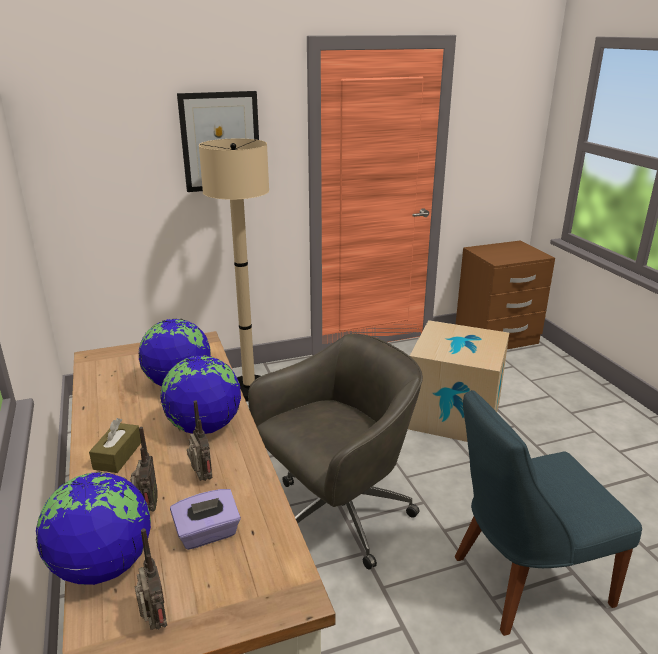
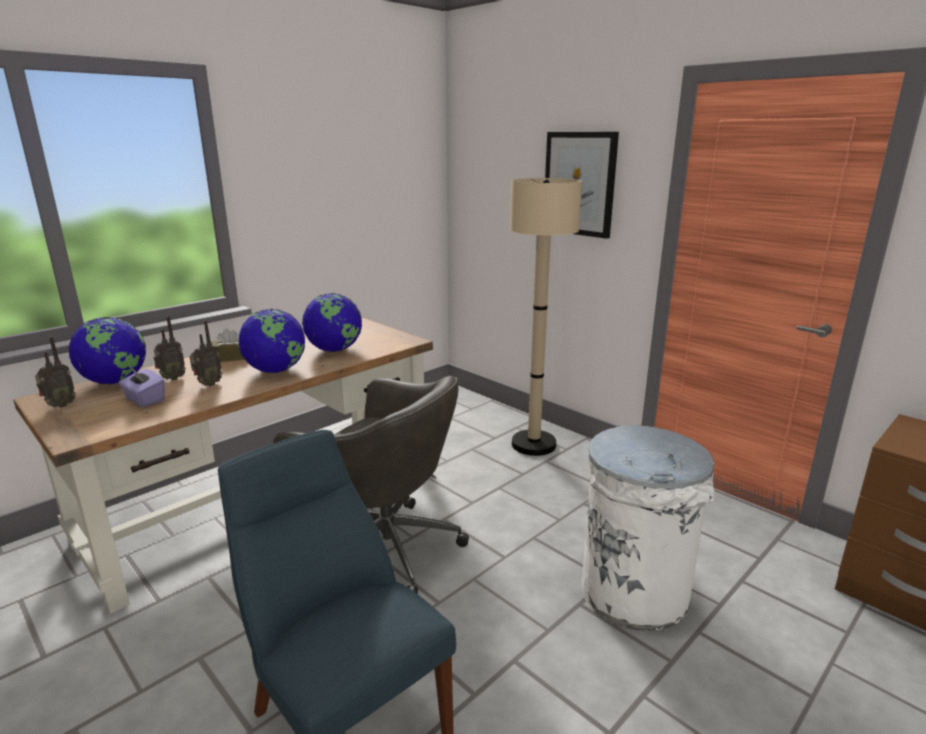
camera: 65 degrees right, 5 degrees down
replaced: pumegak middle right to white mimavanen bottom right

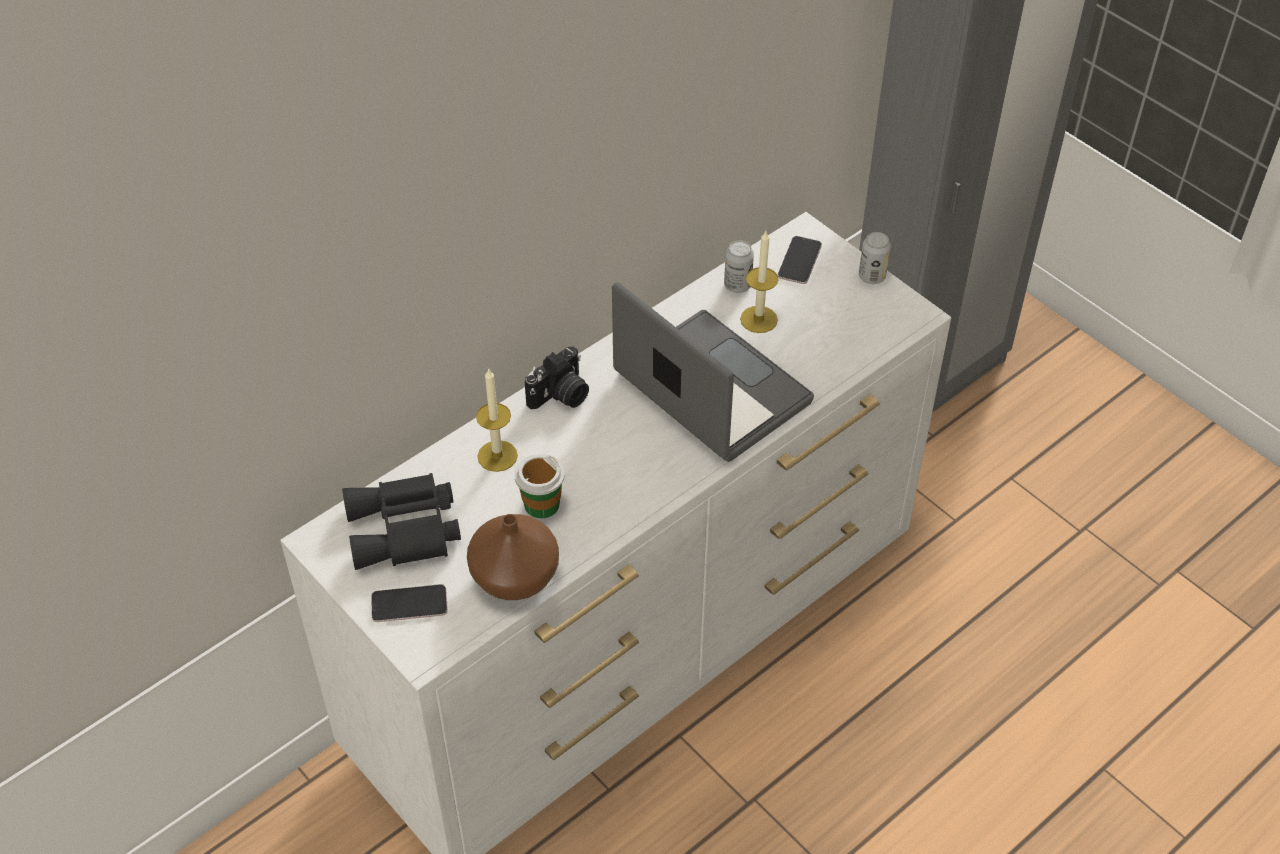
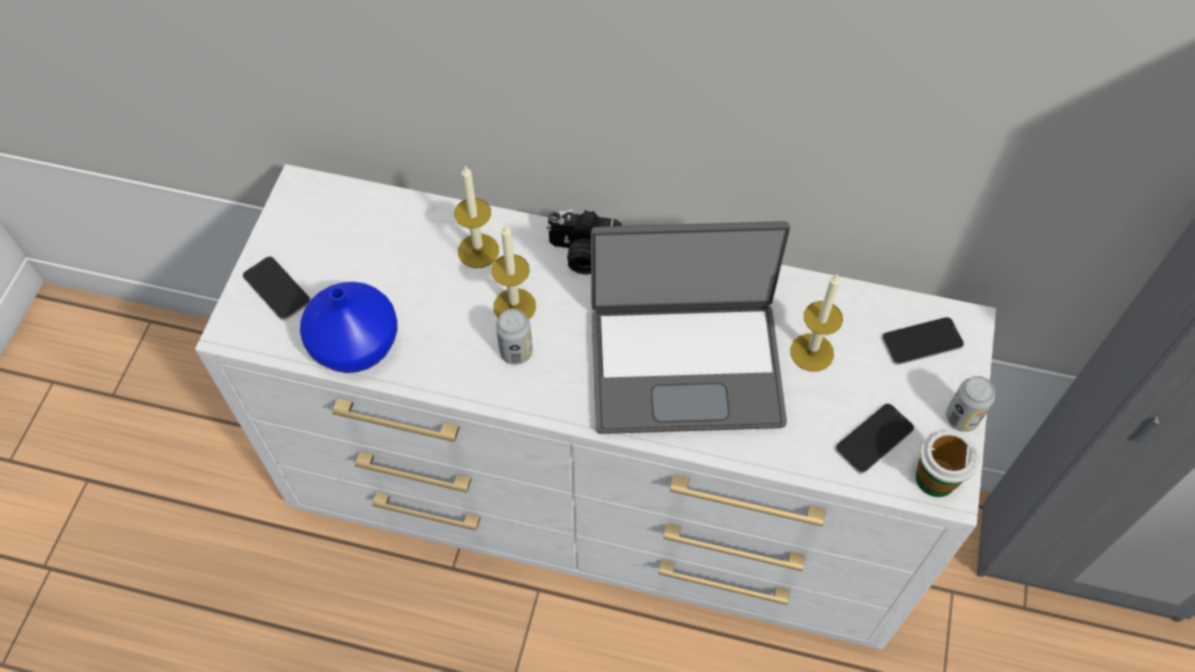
camera: 55 degrees right, 10 degrees up
removed: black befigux middle left
added: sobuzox (2nd from left) centre; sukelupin (2nd from left) middle right
moved: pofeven (1st from left) top centre to centre; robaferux centre to bottom right
recoloured: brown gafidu centre to blue gafidu middle left
turned: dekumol centre = centre 75 degrees clockwise

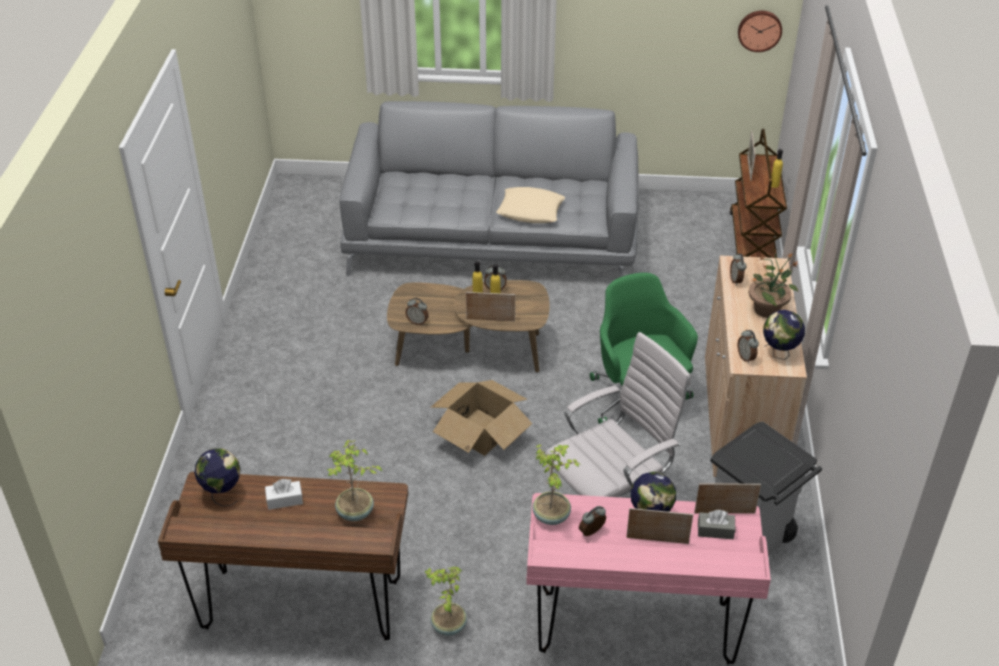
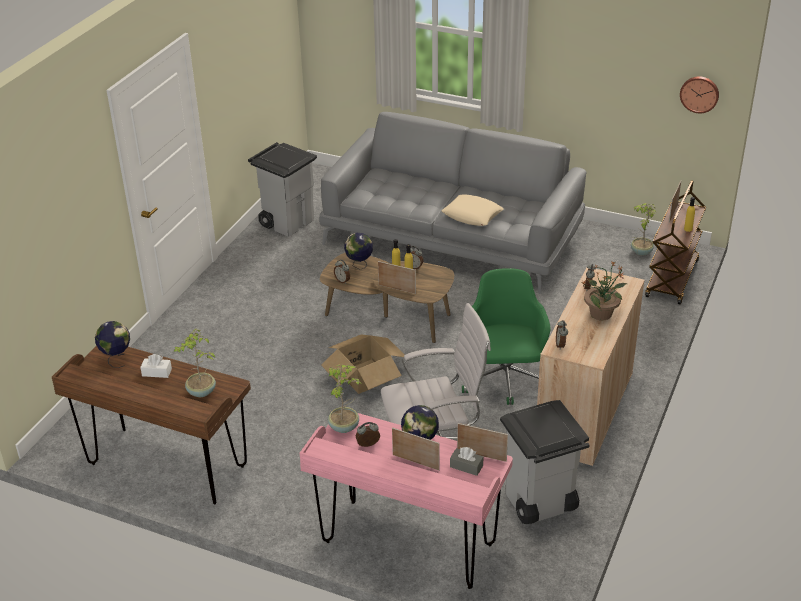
camera: 20 degrees right, 5 degrees down
added: grey mimavanen (1st from left) top centre
moved: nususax (3rd from left in the first image) middle right to nususax (2nd from left) centre; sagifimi (2nd from left in the first image) bottom centre to sagifimi (4th from left) middle right

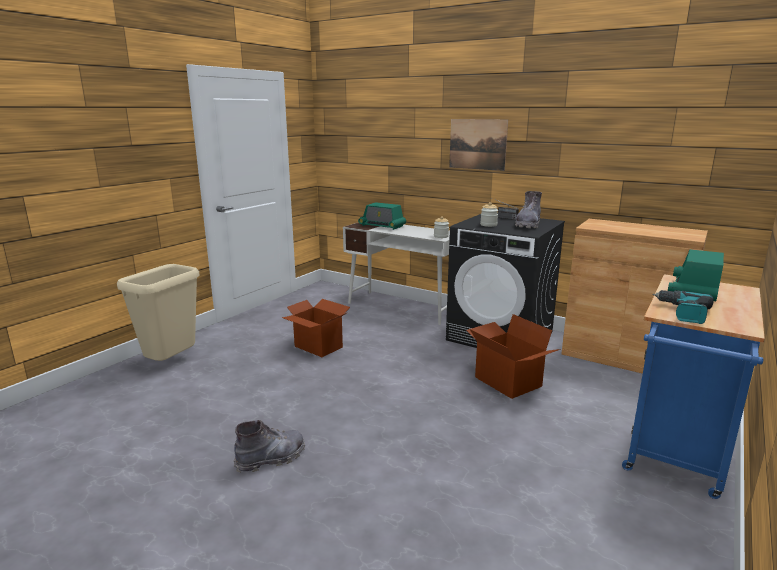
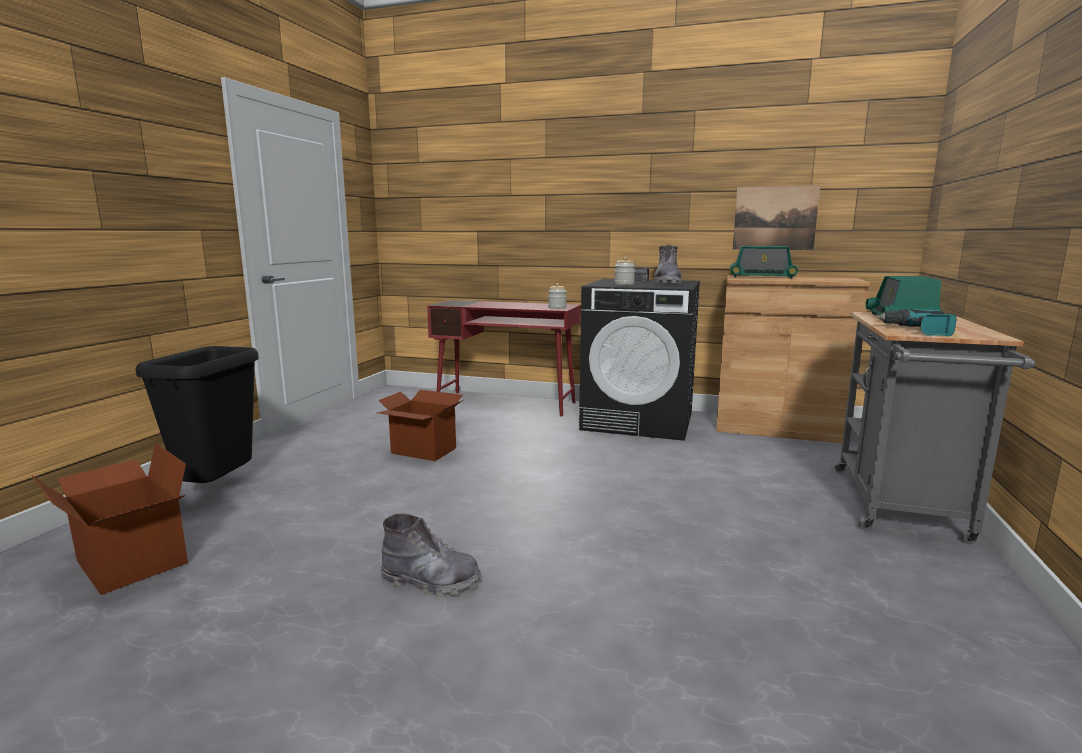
camera: 15 degrees left, 5 degrees down
moved: pumegak (2nd from left in the first image) centre to pumegak (1st from left) bottom left; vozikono (1st from left in the first image) centre to vozikono (2nd from left) middle right; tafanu top centre to top right
recoloured: beige mimavanen middle left to black mimavanen middle left; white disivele centre to red disivele centre; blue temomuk bottom right to grey temomuk middle right
turned: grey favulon (1st from left) bottom centre = bottom centre 60 degrees clockwise

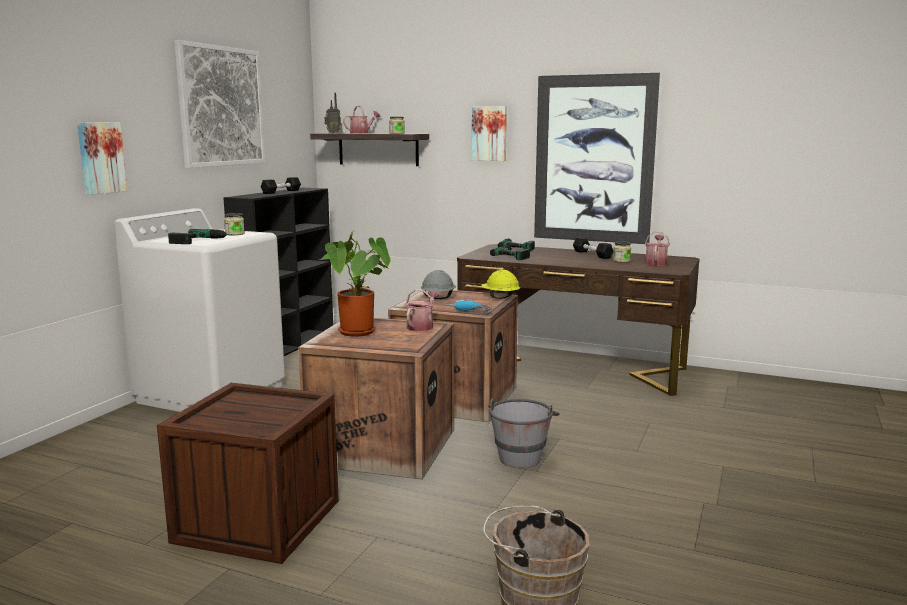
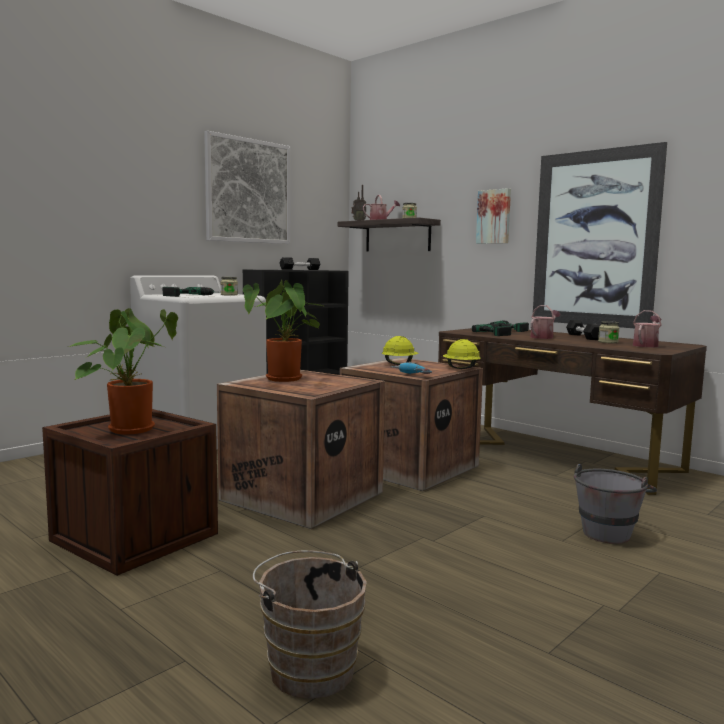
camera: 20 degrees right, 5 degrees down
removed: tafanu (1st from left) top left
added: sagifimi (1st from left) middle left
moved: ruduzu (2nd from left) centre to middle right; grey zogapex bottom centre to bottom right
recoloured: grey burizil centre to yellow burizil (1st from left) centre

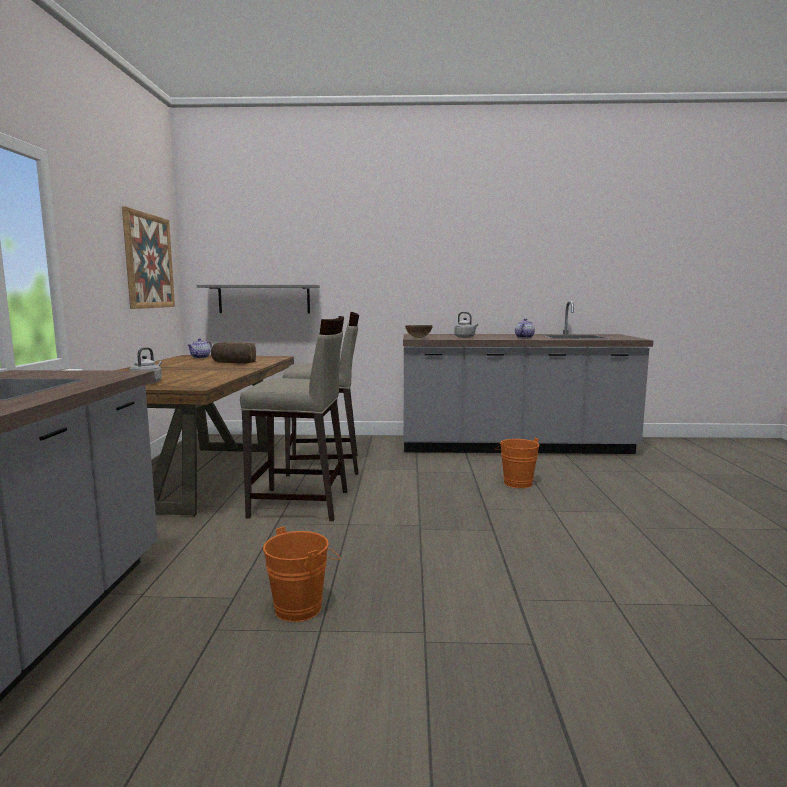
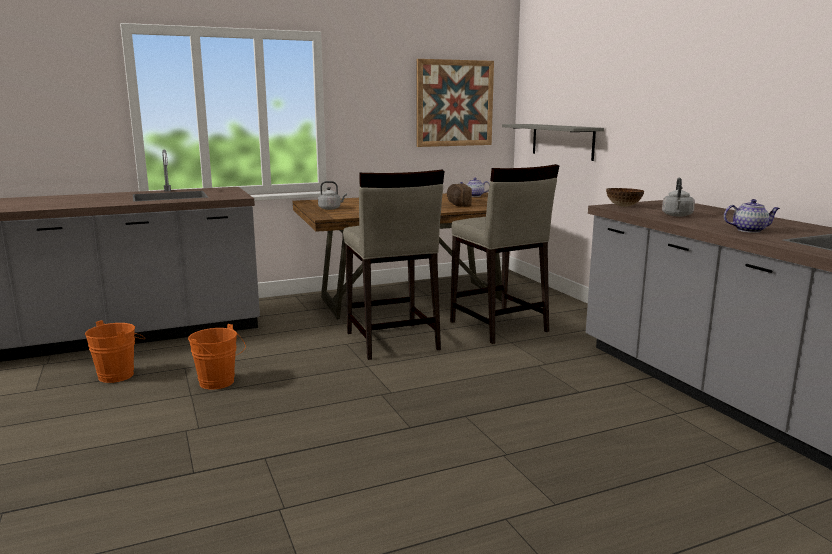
camera: 65 degrees right, 5 degrees up
moved: orange zogapex (2nd from left in the first image) centre to orange zogapex (1st from left) middle left

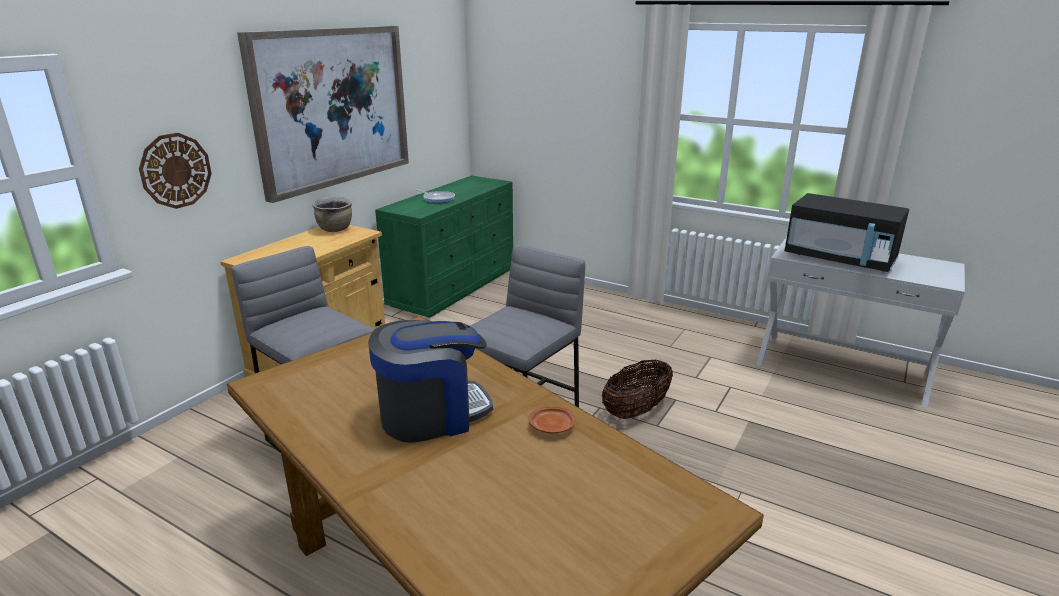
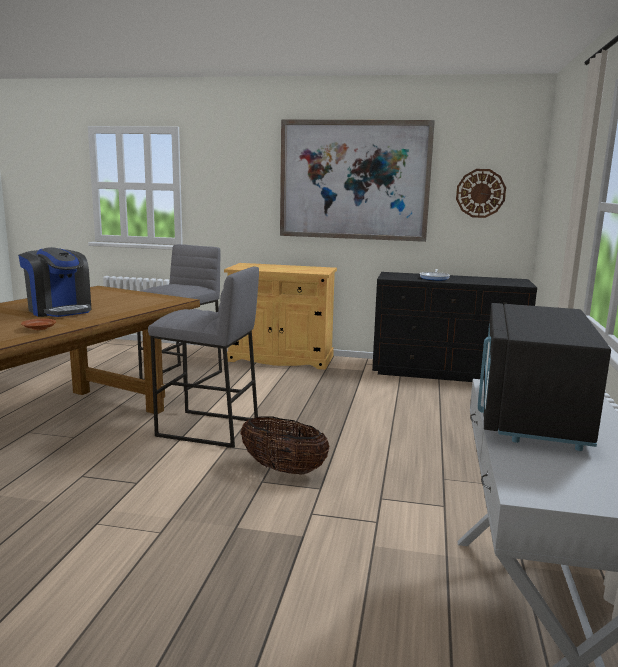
camera: 70 degrees right, 10 degrees down
removed: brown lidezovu middle left
moved: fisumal top left to top right
recoloured: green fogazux centre to black fogazux middle right

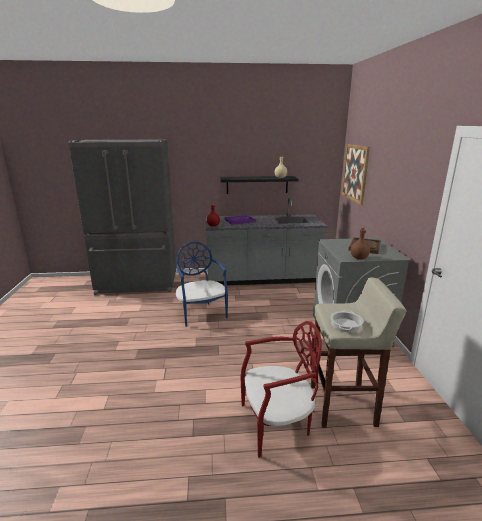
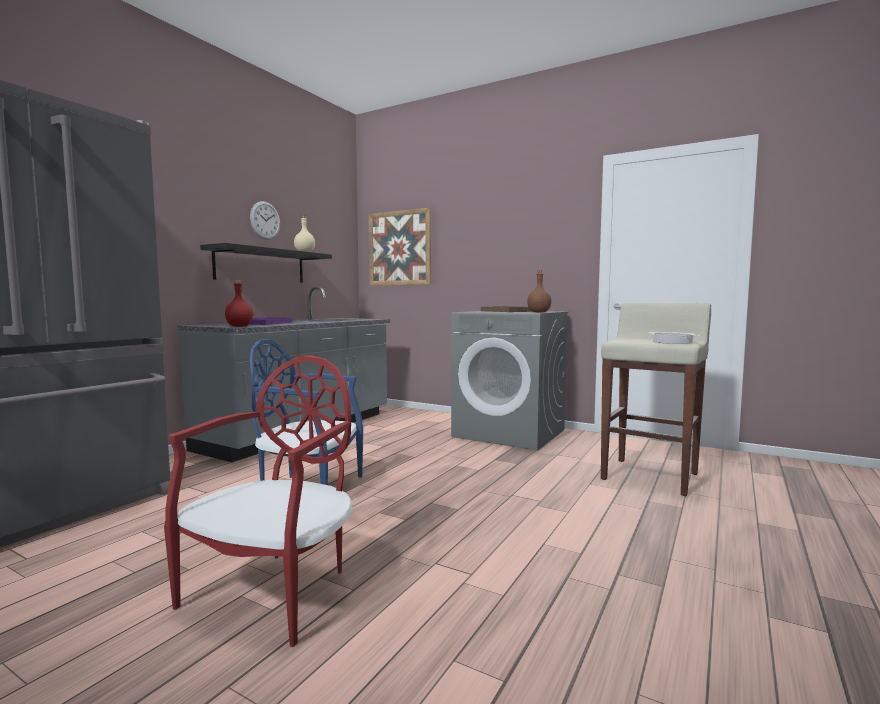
camera: 55 degrees left, 15 degrees down
added: fisumal top left
moved: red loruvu bottom centre to bottom left

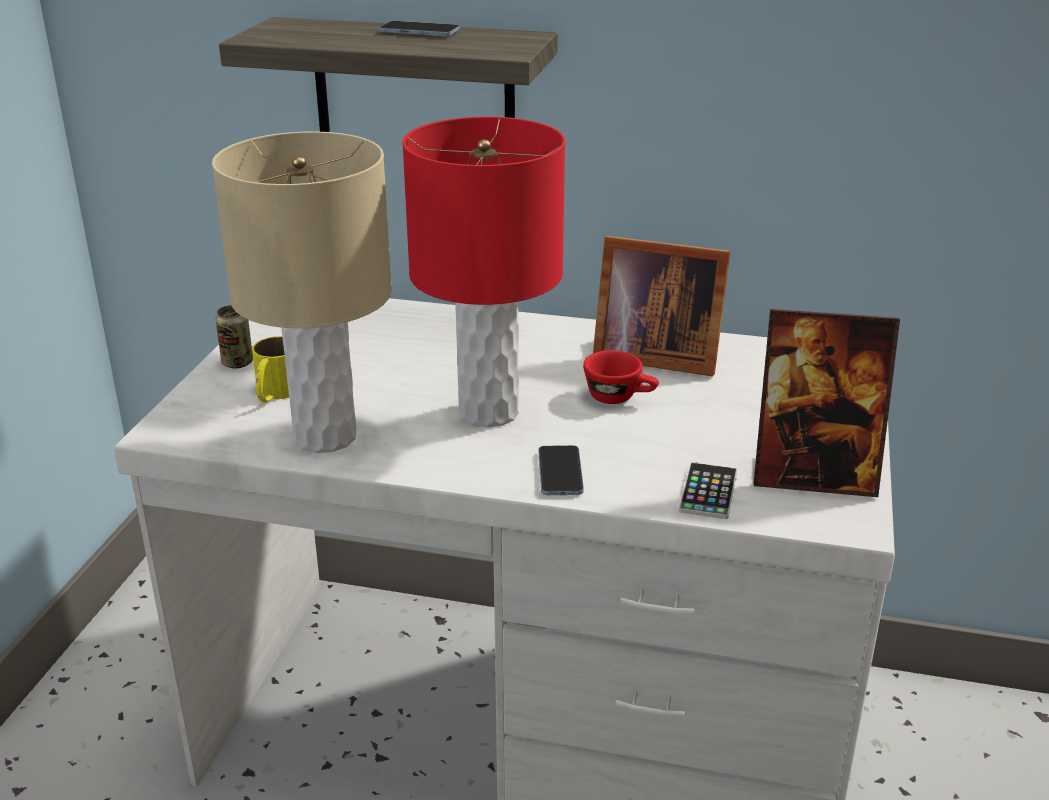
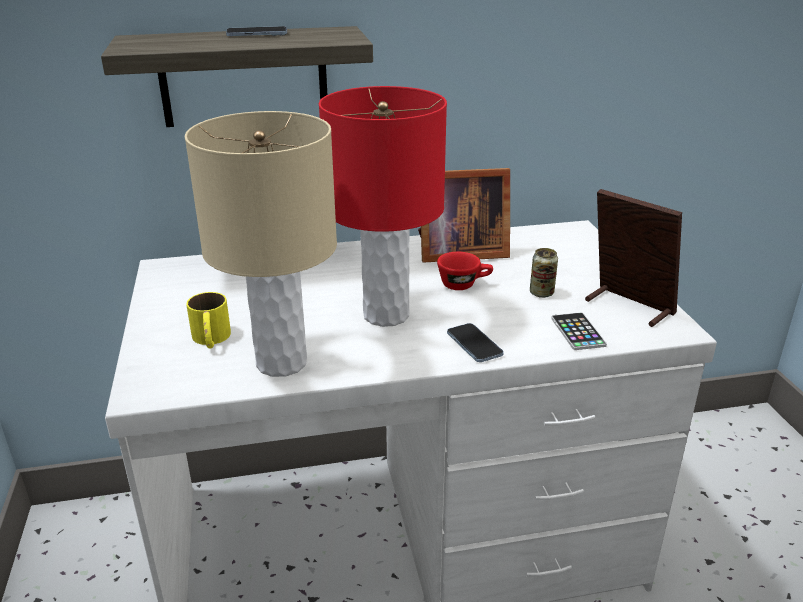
camera: 25 degrees left, 0 degrees up
moved: pofeven middle left to middle right
turned: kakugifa (2nd from left) middle right = middle right 120 degrees counterclockwise

